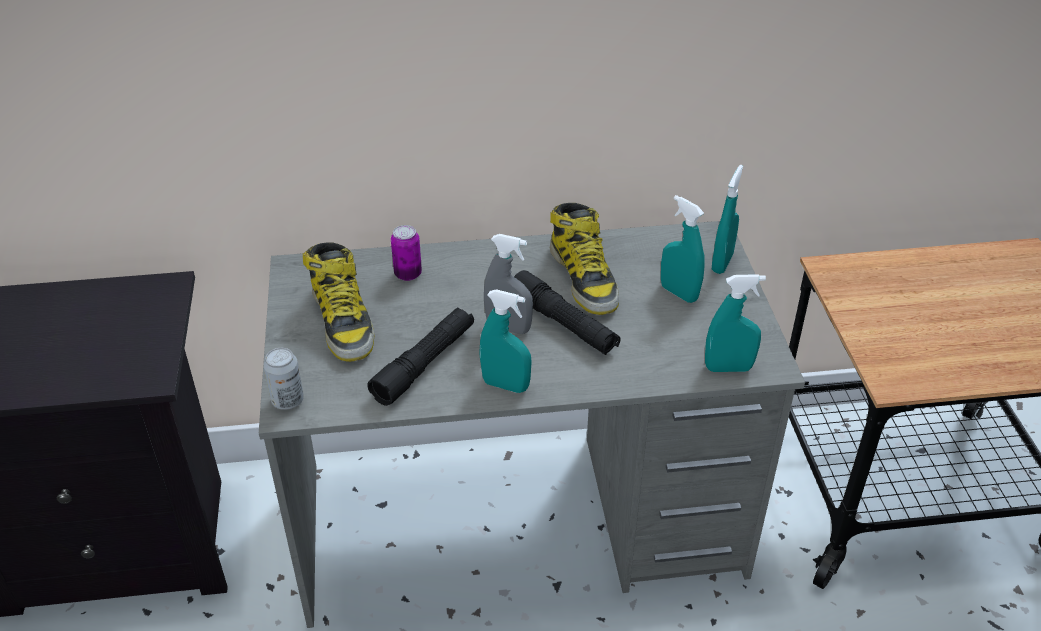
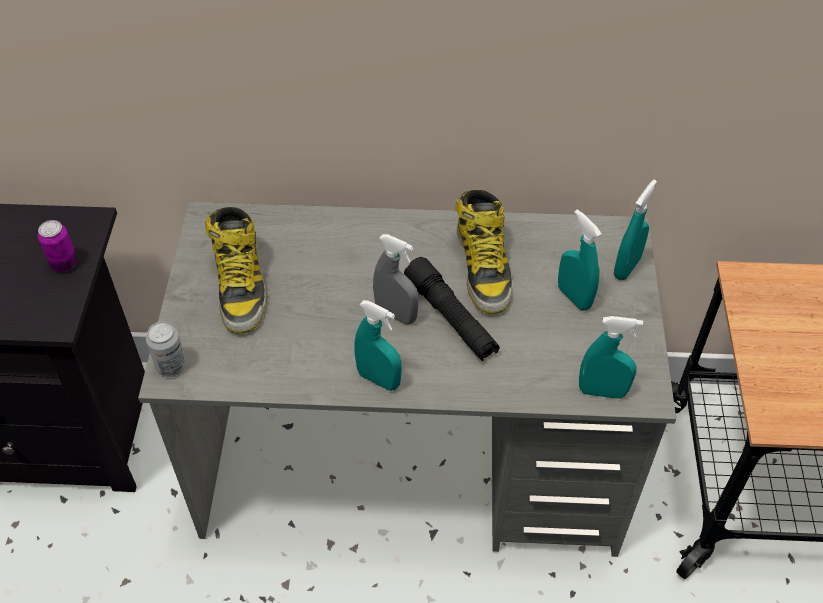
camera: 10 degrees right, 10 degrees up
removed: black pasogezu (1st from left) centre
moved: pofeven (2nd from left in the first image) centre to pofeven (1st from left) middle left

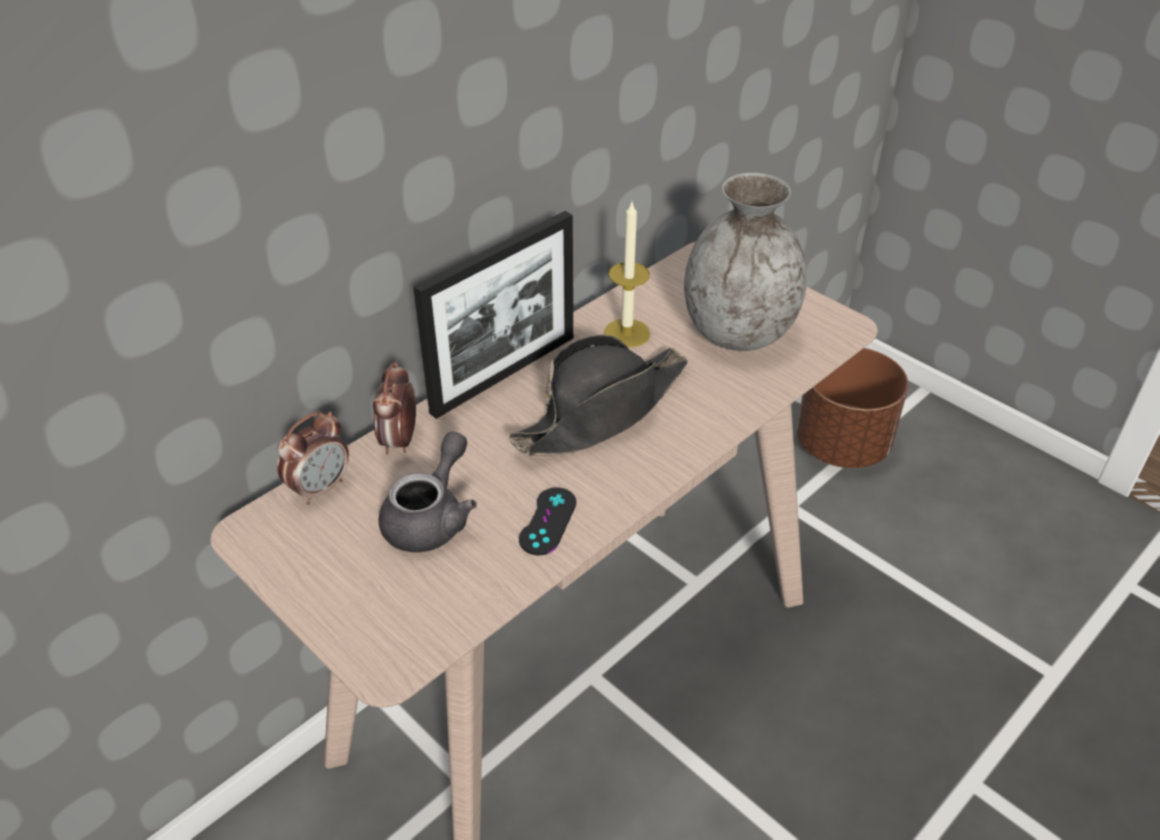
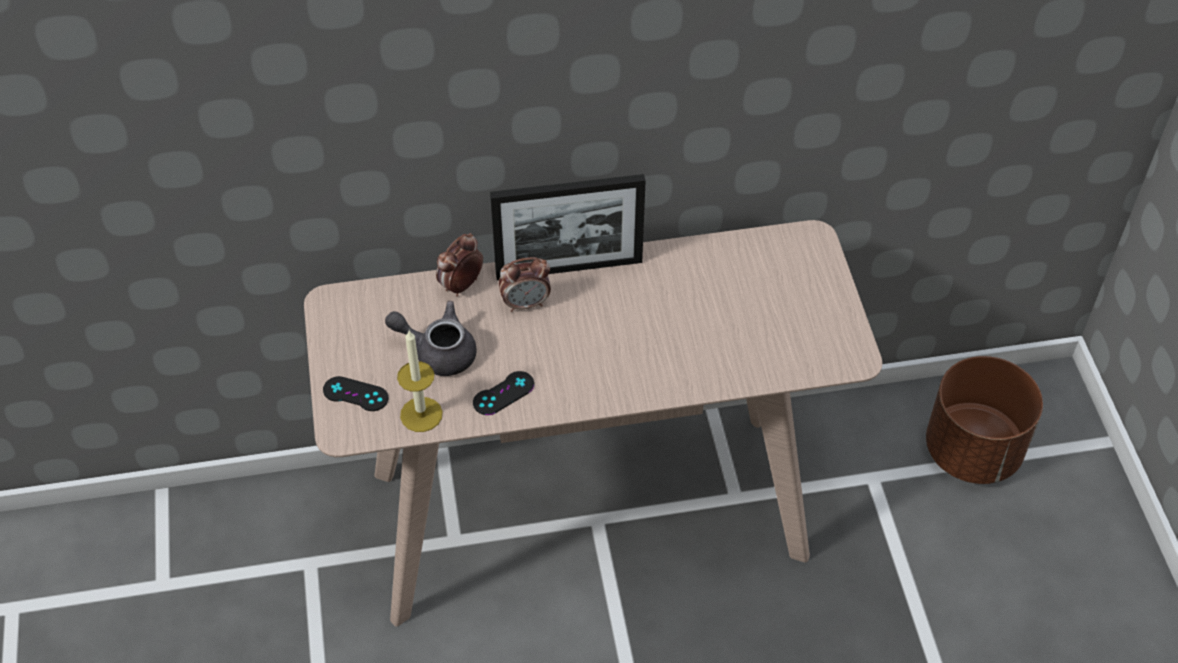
camera: 35 degrees right, 10 degrees up
removed: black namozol centre; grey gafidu top centre
added: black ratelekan (1st from left) middle left
moved: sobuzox top centre to centre; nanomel (1st from left in the first image) middle left to nanomel (2nd from left) centre
turned: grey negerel centre = centre 135 degrees counterclockwise

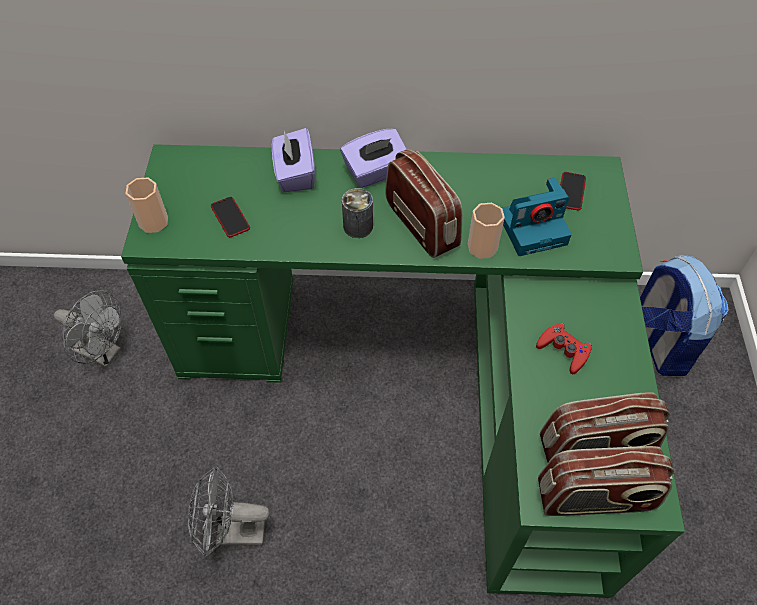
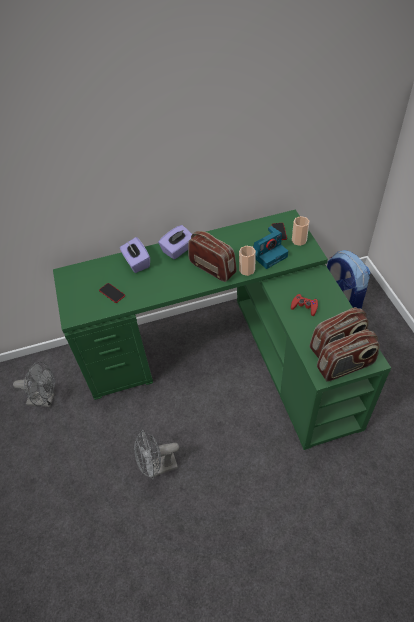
camera: 15 degrees left, 5 degrees down
removed: pofeven centre
moved: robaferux (1st from left in the first image) middle left to robaferux (2nd from left) middle right

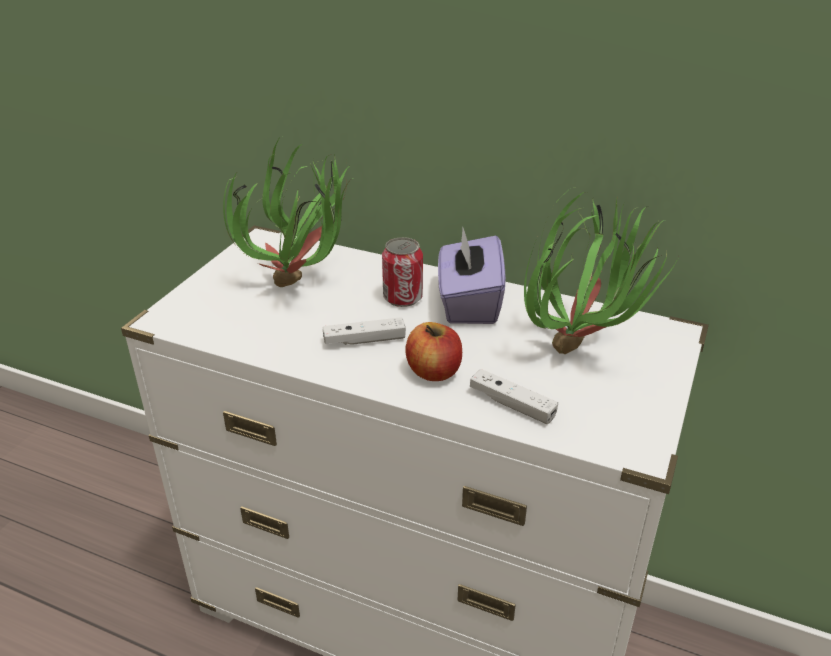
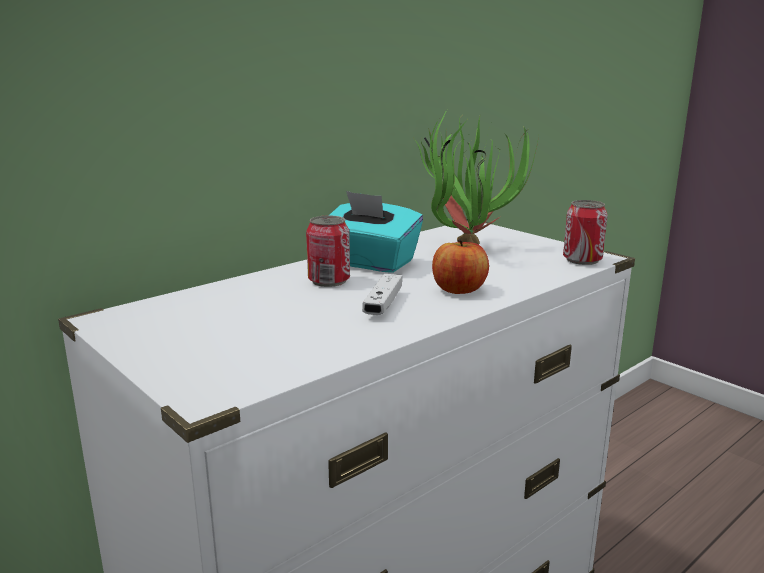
camera: 65 degrees left, 15 degrees down
removed: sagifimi (1st from left) top centre; white ratelekan (2nd from left) centre
added: pofeven (2nd from left) middle right
recoloured: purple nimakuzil centre to turquoise nimakuzil centre

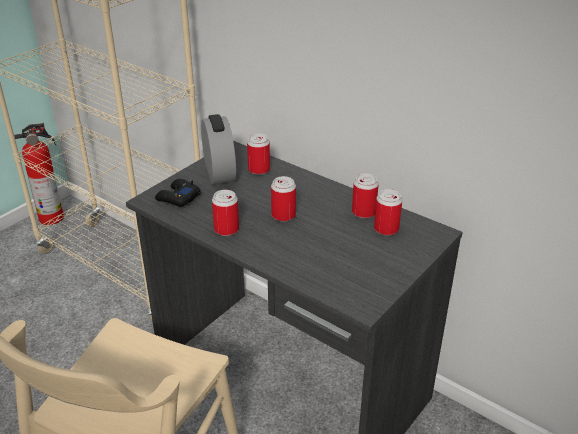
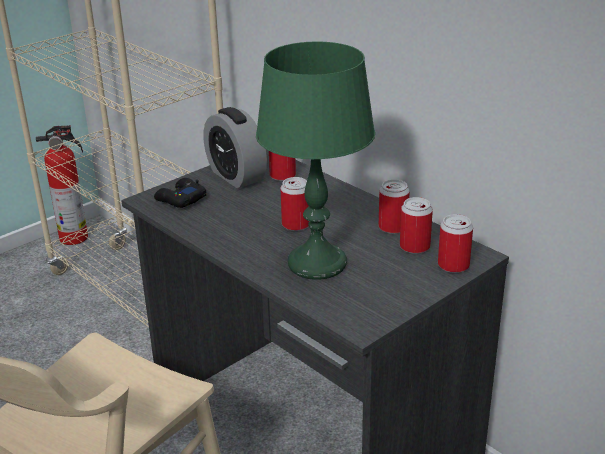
camera: 10 degrees right, 5 degrees down
added: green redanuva centre
moved: pofeven (1st from left in the first image) centre to pofeven (5th from left) middle right
turned: nanomel centre = top centre 150 degrees clockwise

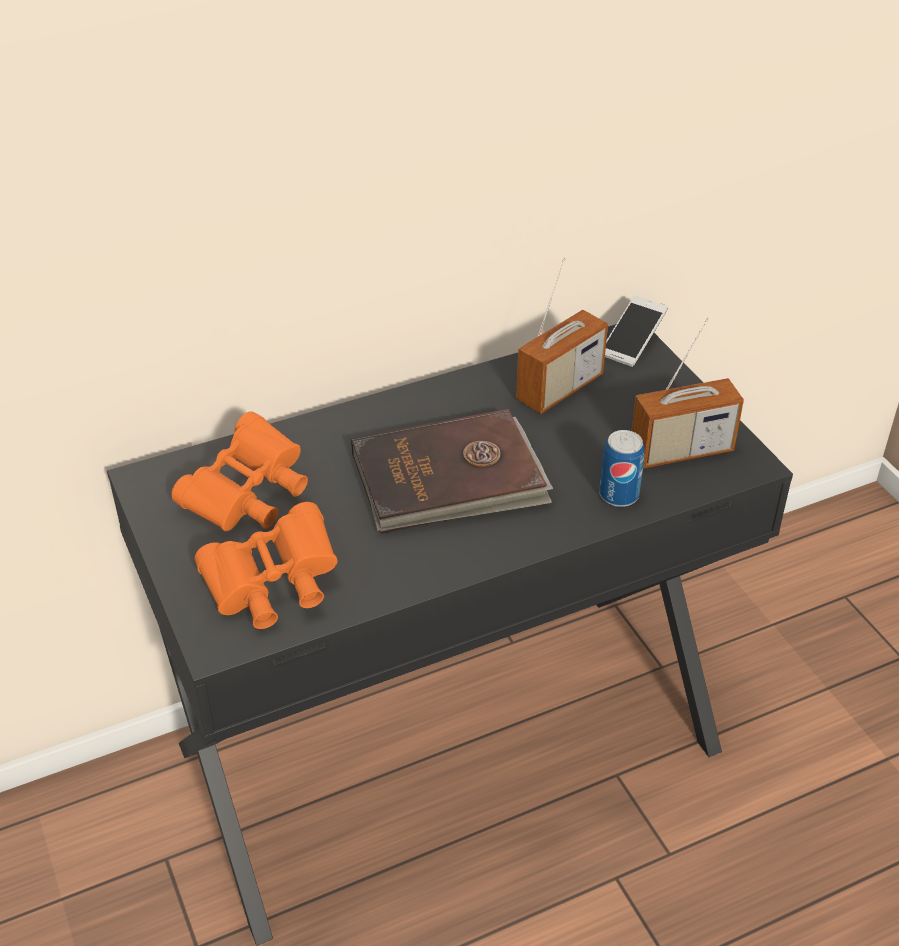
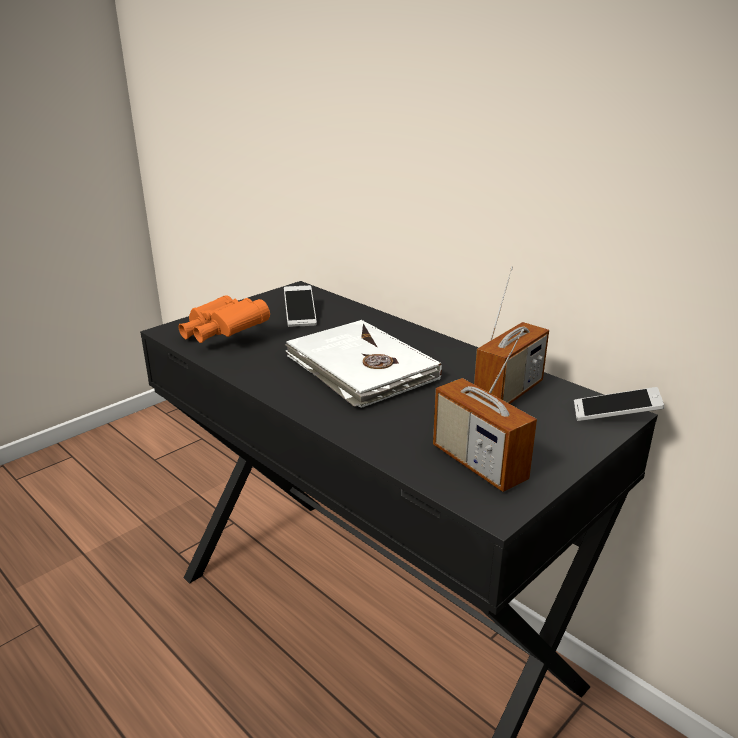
camera: 70 degrees right, 15 degrees down
removed: pofeven middle right
replaced: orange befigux (1st from left) middle left to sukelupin (1st from left) centre
recoloured: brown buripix centre to white buripix centre
turned: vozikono (1st from left in the first image) centre = middle right 75 degrees counterclockwise

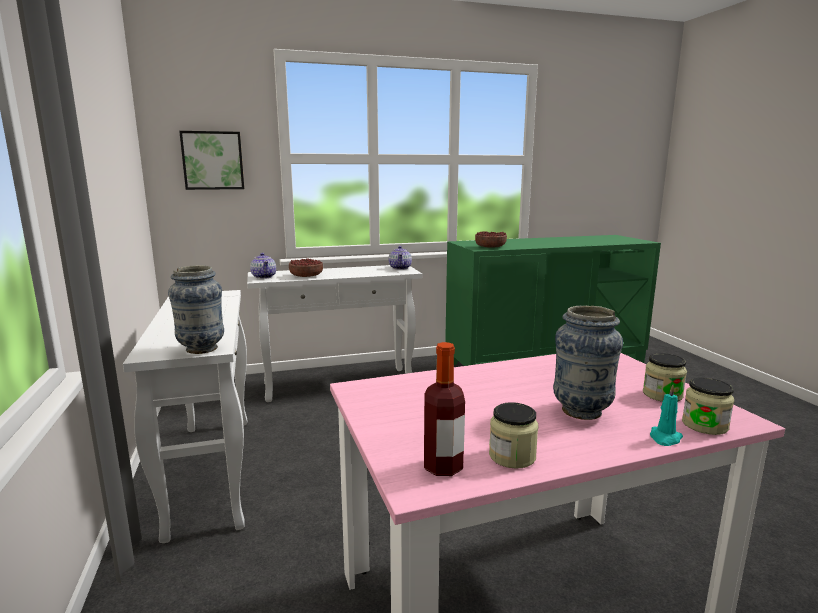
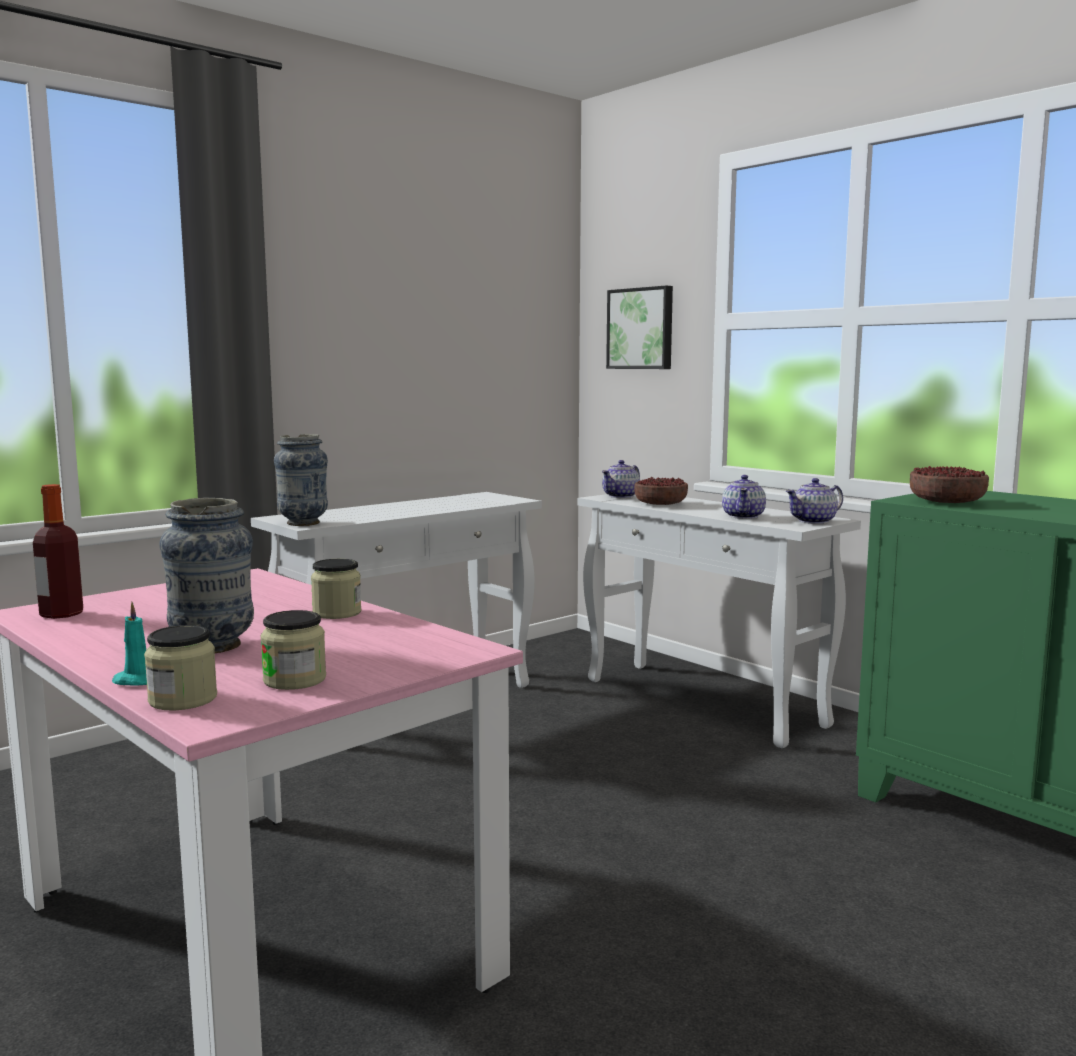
camera: 65 degrees right, 5 degrees down
added: negerel (2nd from left) middle right
moved: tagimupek (1st from left in the first image) bottom centre to tagimupek (3rd from left) middle left

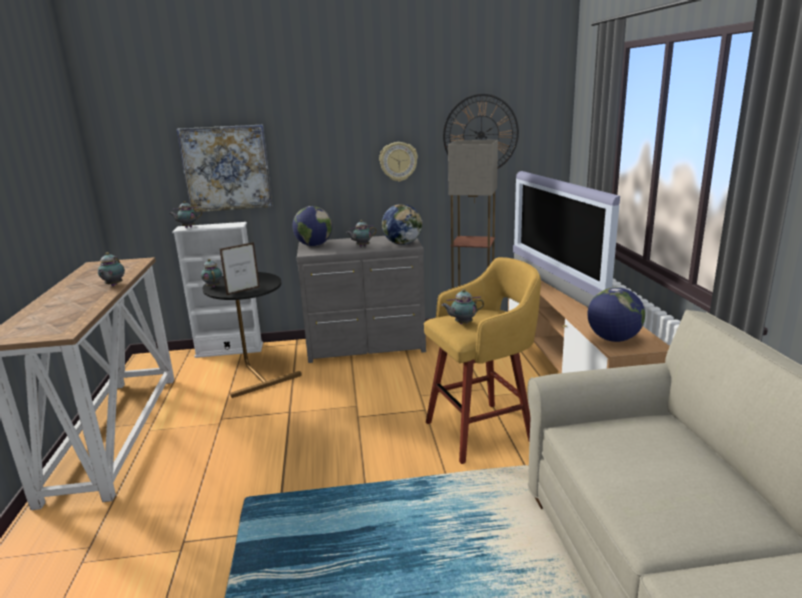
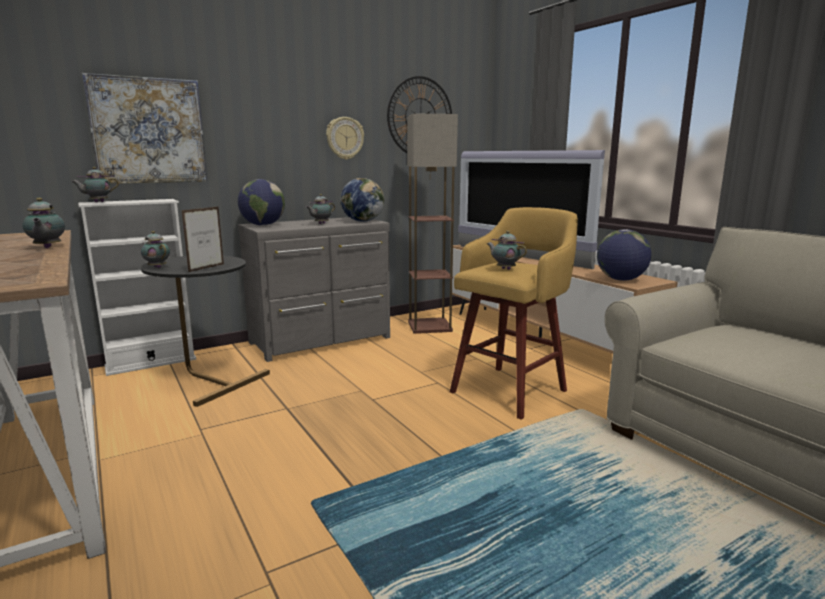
camera: 25 degrees left, 5 degrees down
turned: negerel (5th from left) centre = centre 75 degrees clockwise

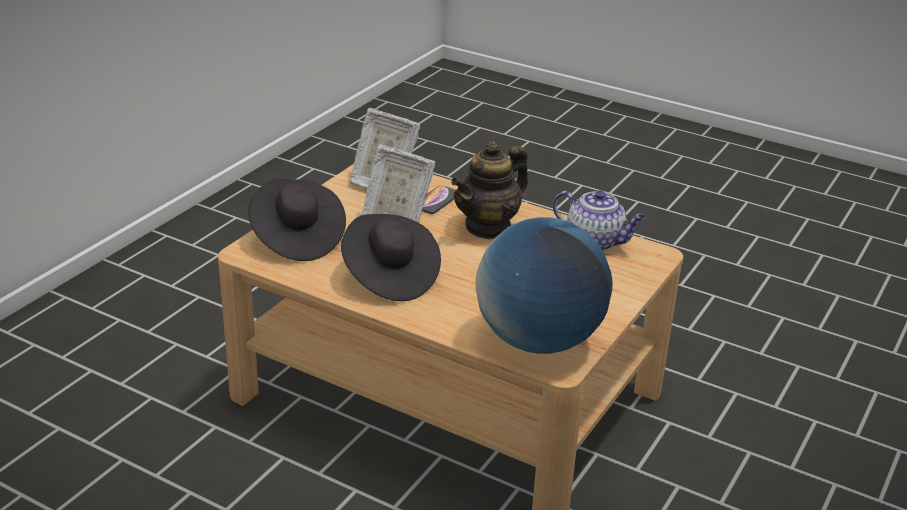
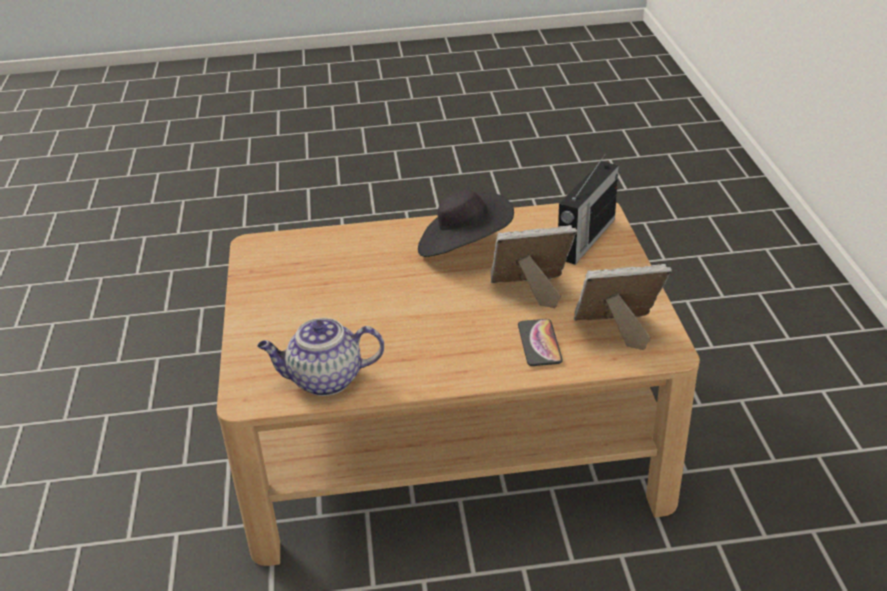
camera: 145 degrees right, 5 degrees up
removed: negerel (1st from left) centre; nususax centre
replaced: black namozol (1st from left) middle left to vozikono centre

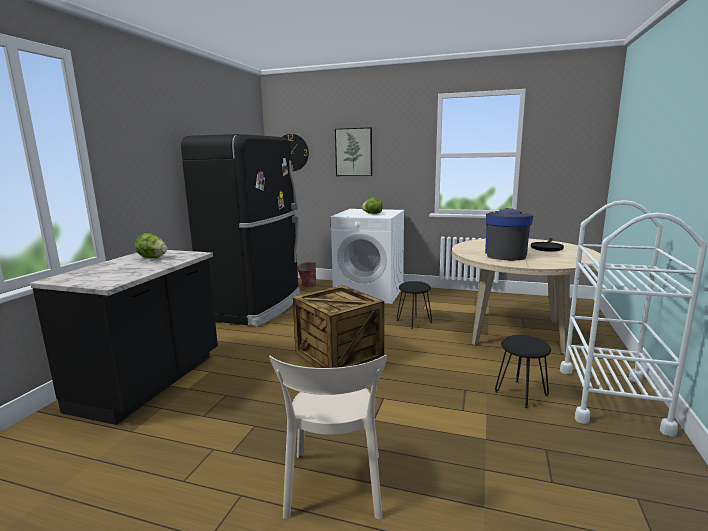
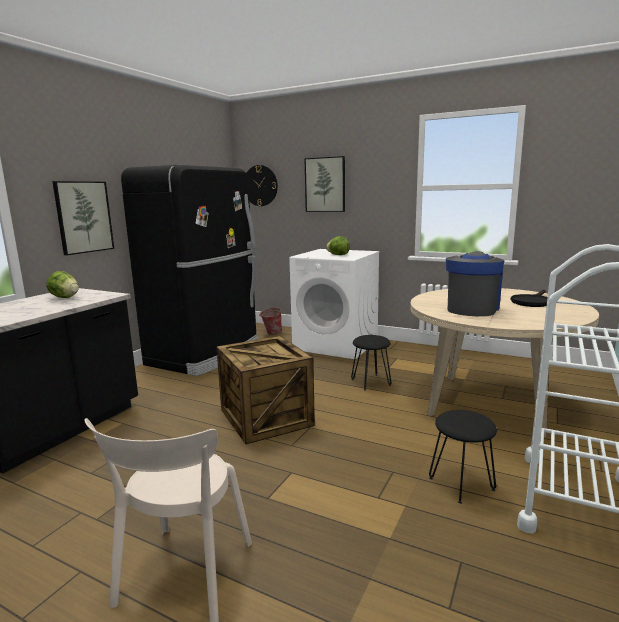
camera: 10 degrees right, 0 degrees up
added: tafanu (1st from left) middle left

